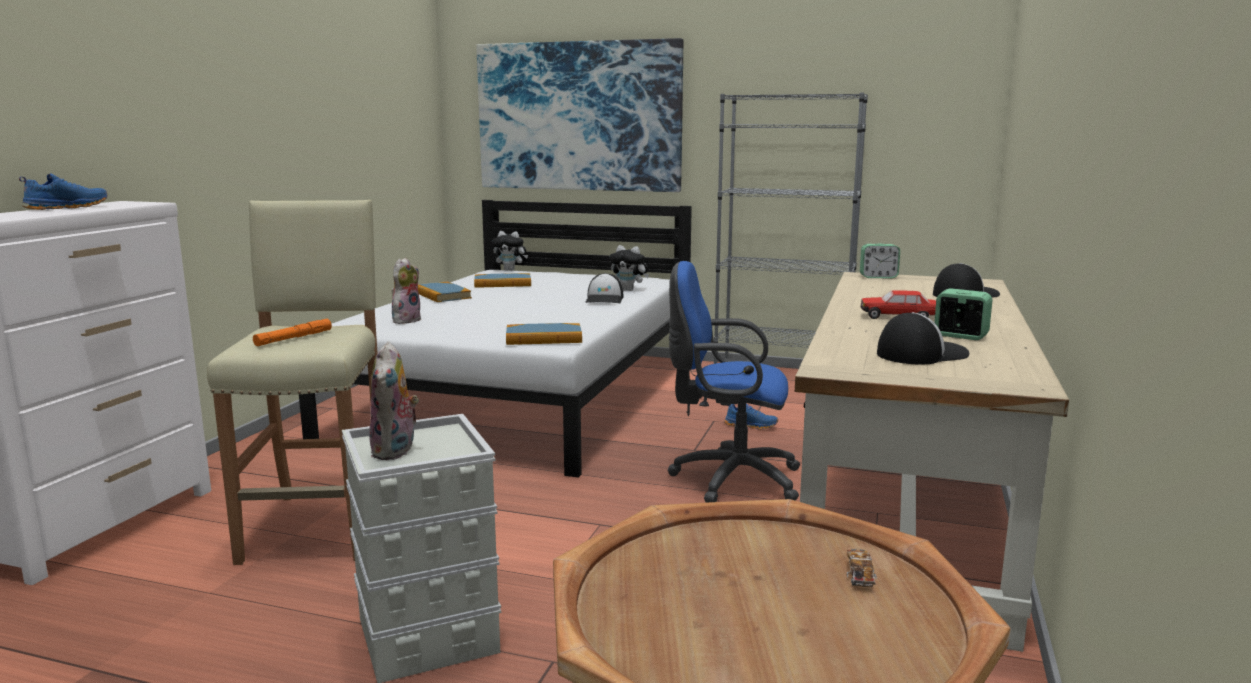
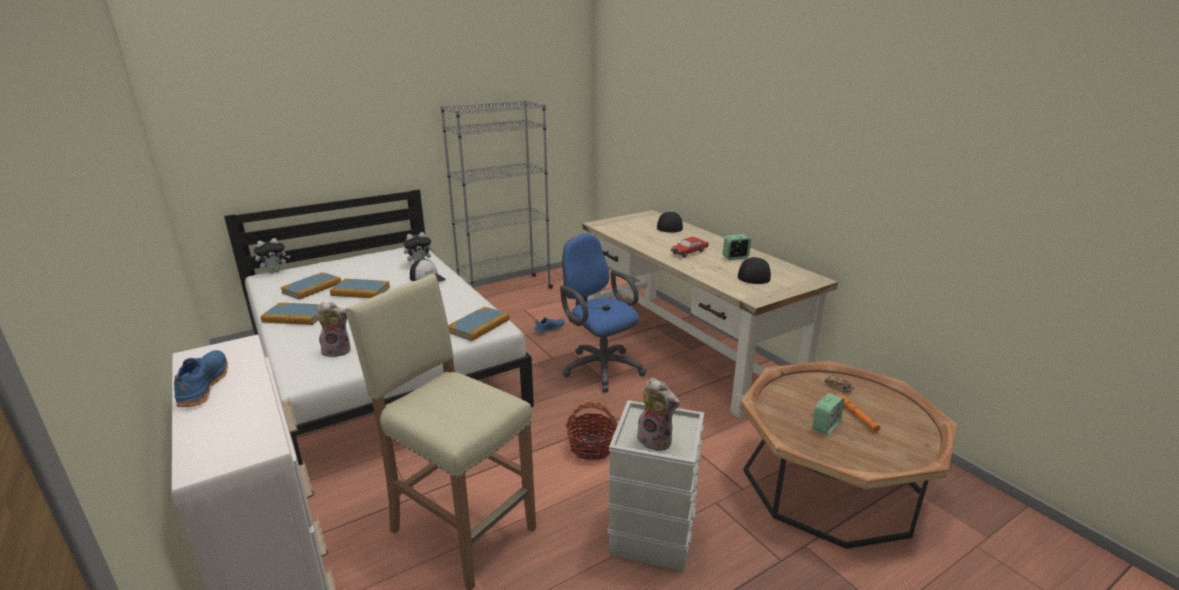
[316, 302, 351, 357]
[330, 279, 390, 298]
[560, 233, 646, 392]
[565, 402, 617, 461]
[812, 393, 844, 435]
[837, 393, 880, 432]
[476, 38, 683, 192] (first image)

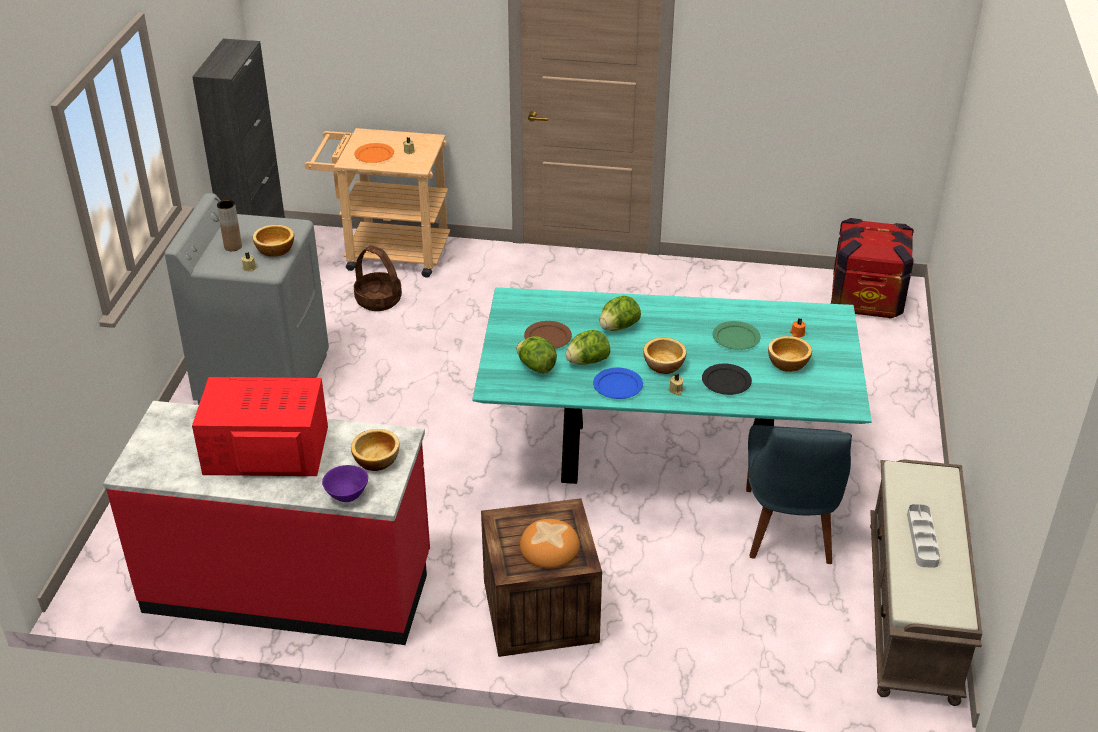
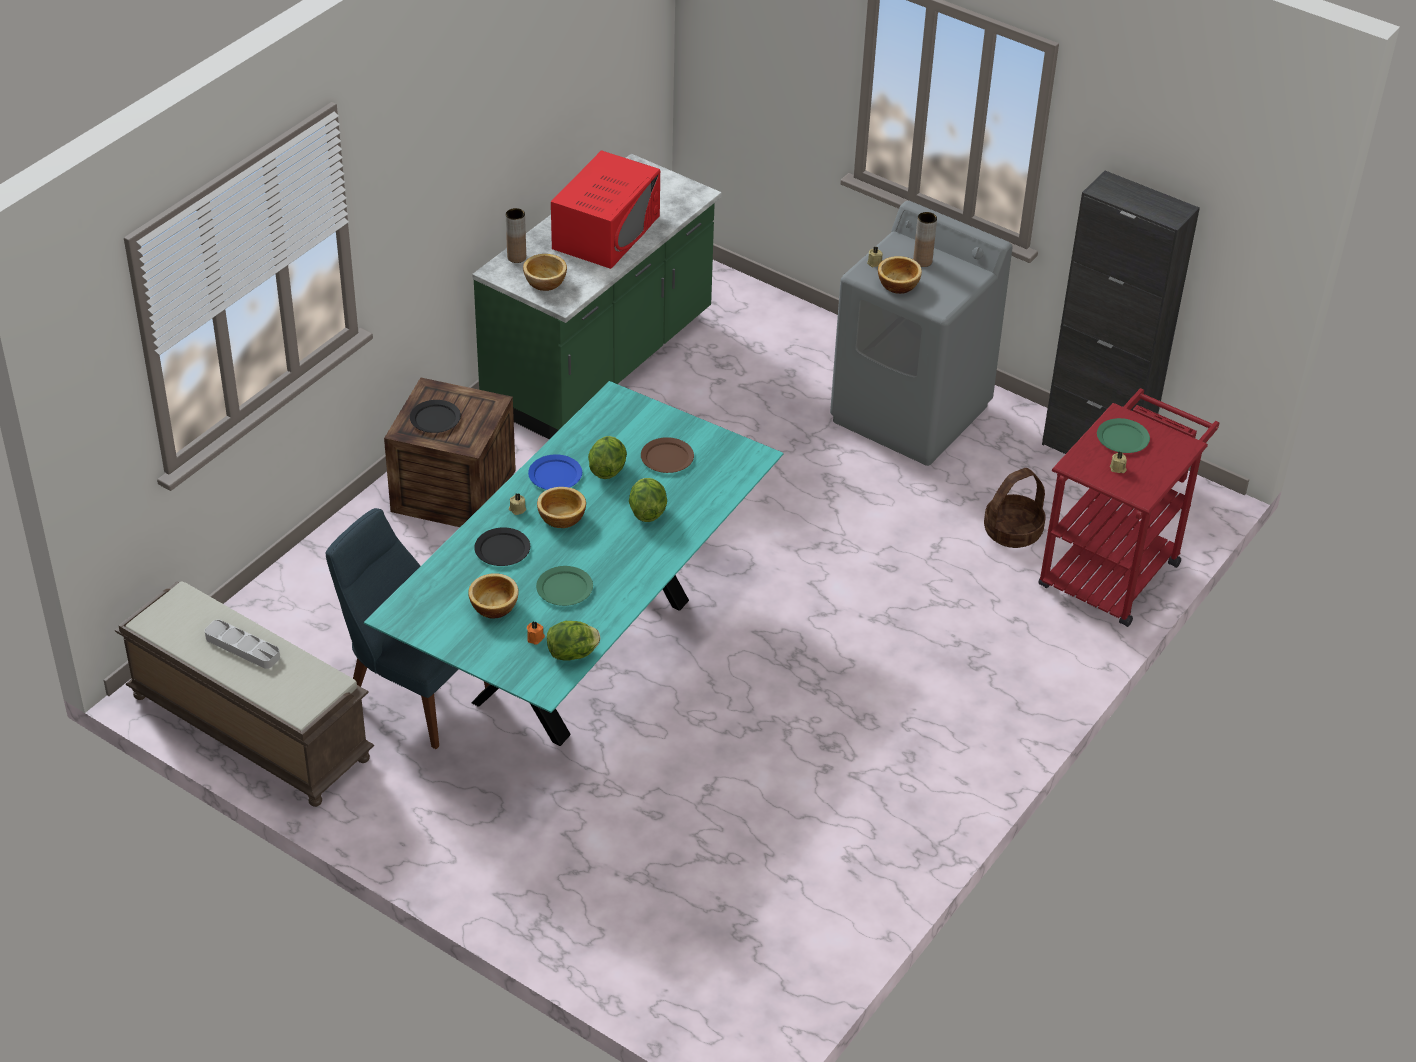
[410, 400, 461, 433]
[472, 154, 722, 439]
[506, 208, 526, 263]
[547, 621, 600, 661]
[1038, 388, 1219, 627]
[1097, 418, 1150, 453]
[831, 218, 914, 318] (first image)

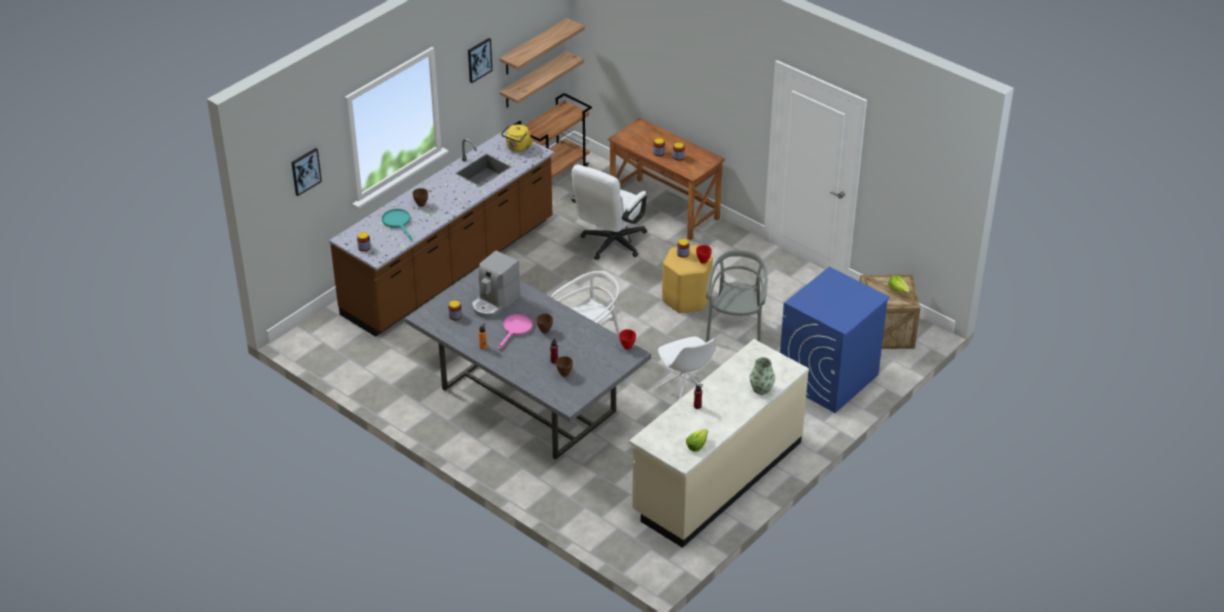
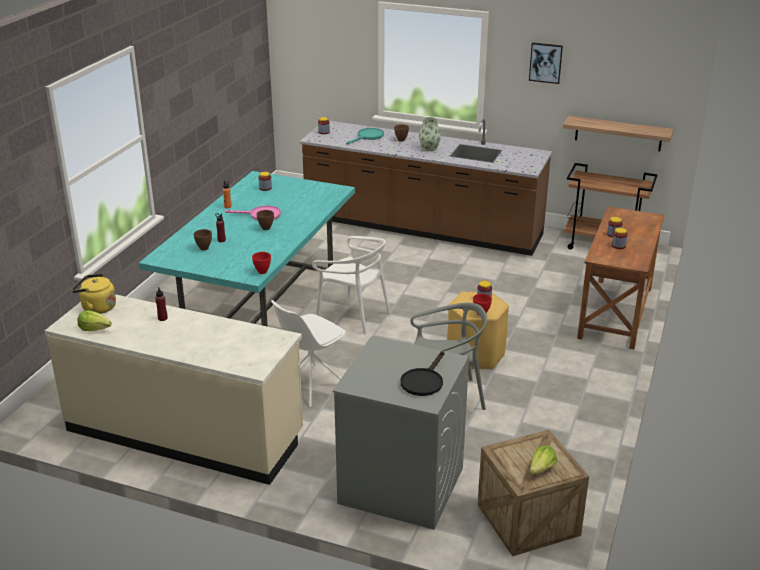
[72, 274, 116, 314]
[139, 171, 355, 327]
[333, 336, 469, 530]
[400, 351, 444, 396]
[419, 117, 441, 151]
[291, 148, 322, 196] (first image)
[472, 251, 520, 318] (first image)
[500, 18, 585, 74] (first image)
[572, 165, 647, 260] (first image)

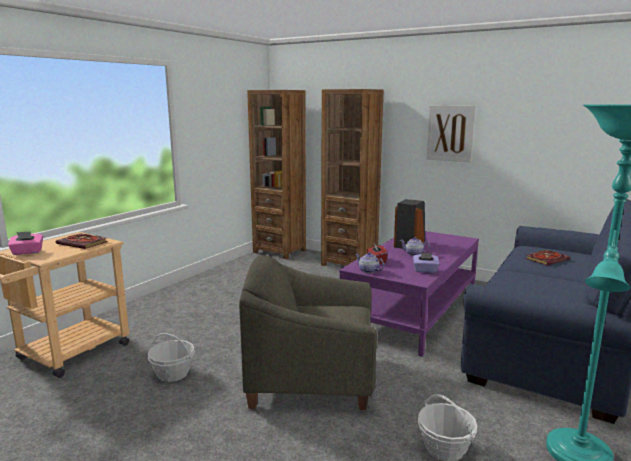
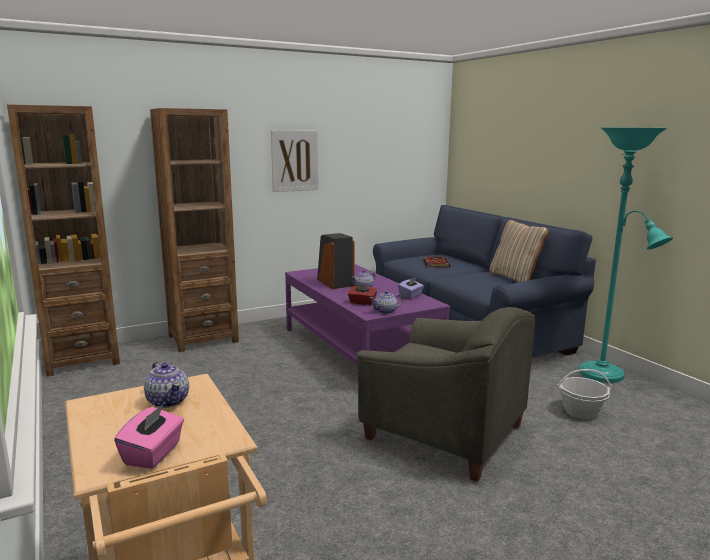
[144, 362, 189, 408]
[357, 307, 535, 482]
[490, 220, 549, 282]
[148, 333, 195, 382] (first image)

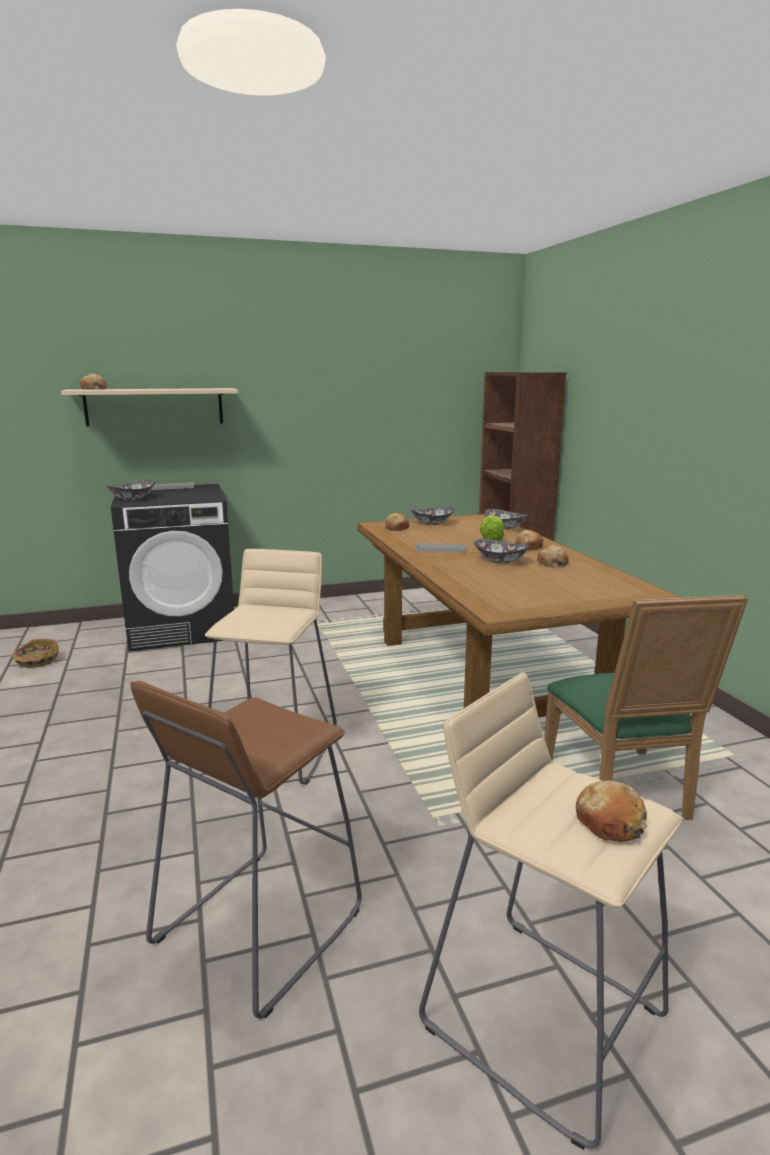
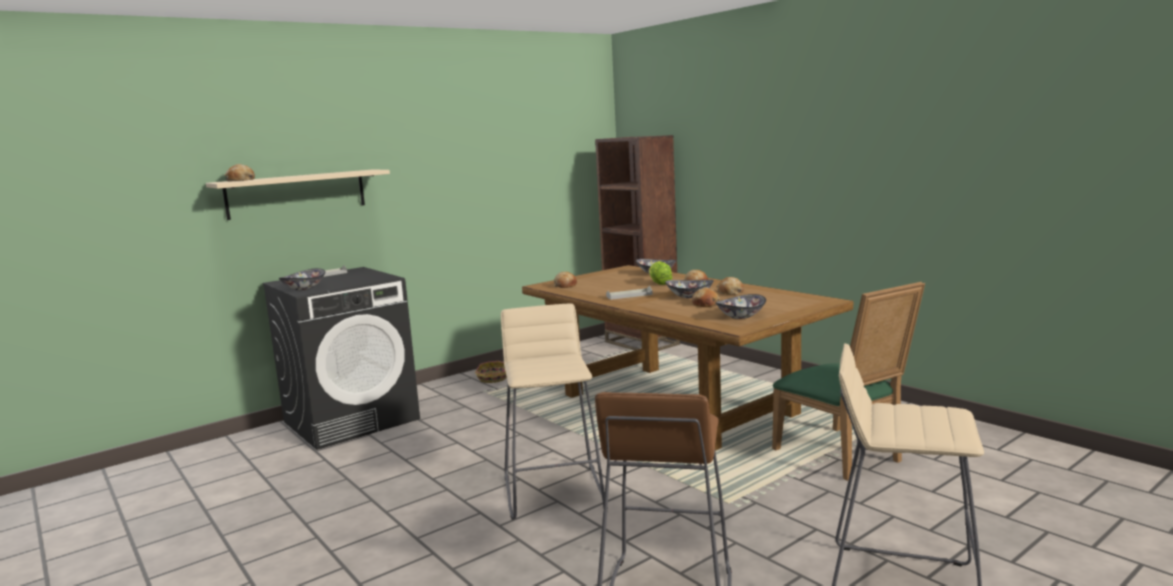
[475, 361, 507, 383]
[692, 288, 720, 307]
[715, 294, 766, 319]

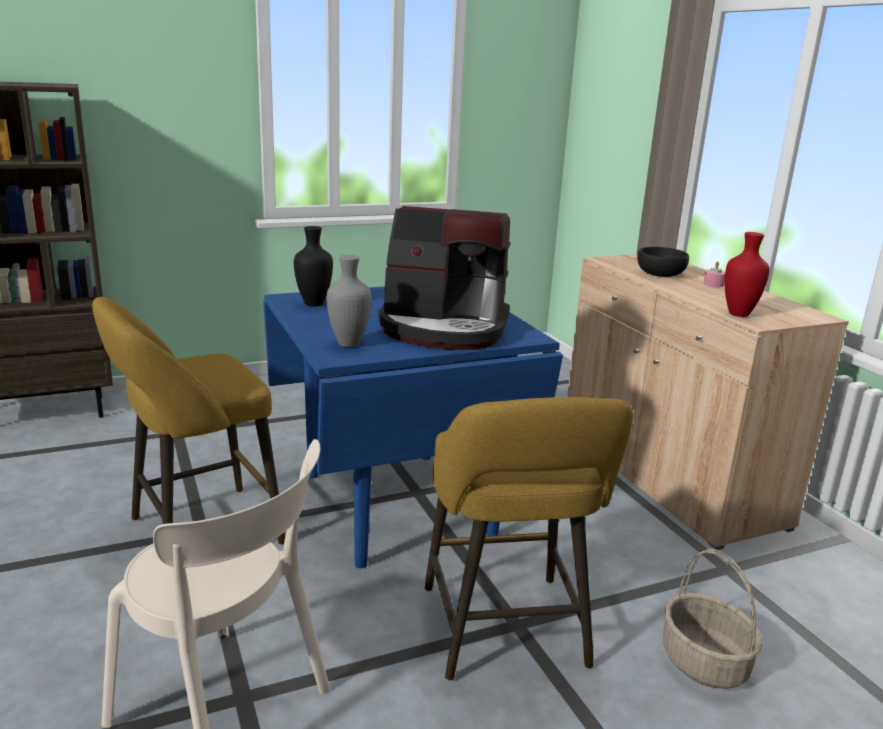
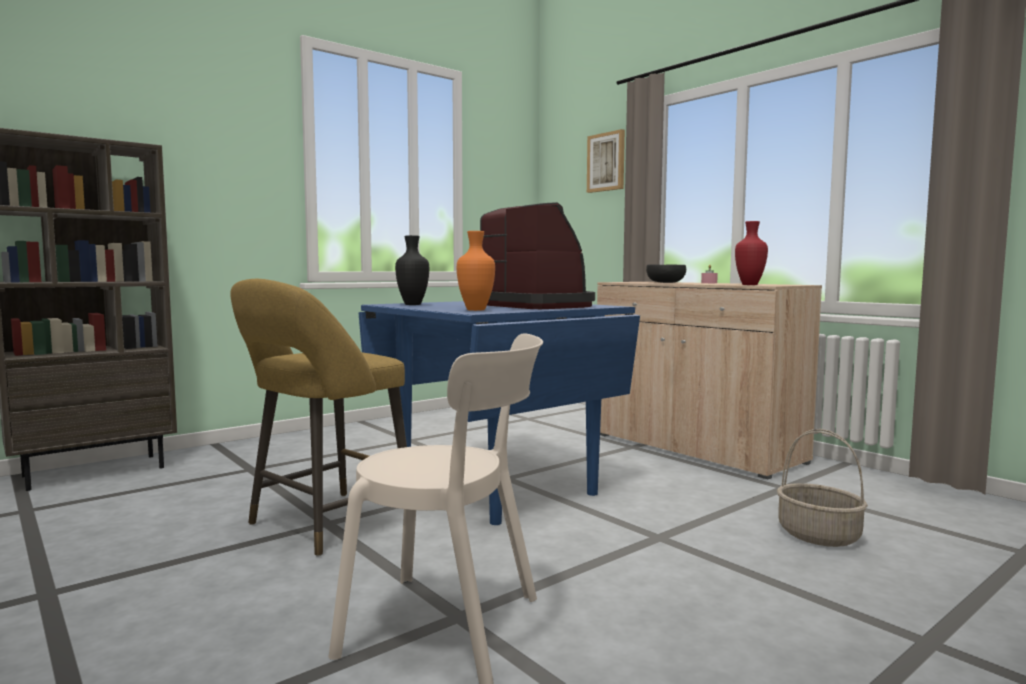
[457, 231, 495, 311]
[480, 202, 595, 309]
[587, 129, 625, 193]
[425, 397, 633, 681] (first image)

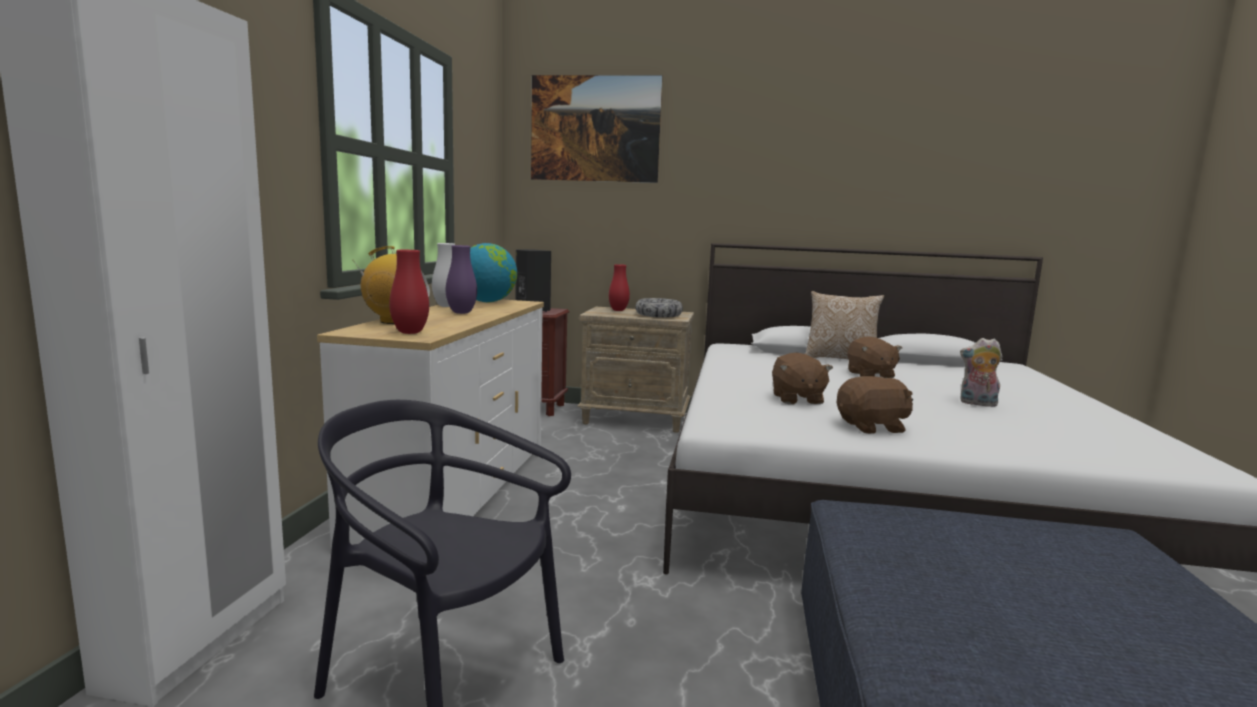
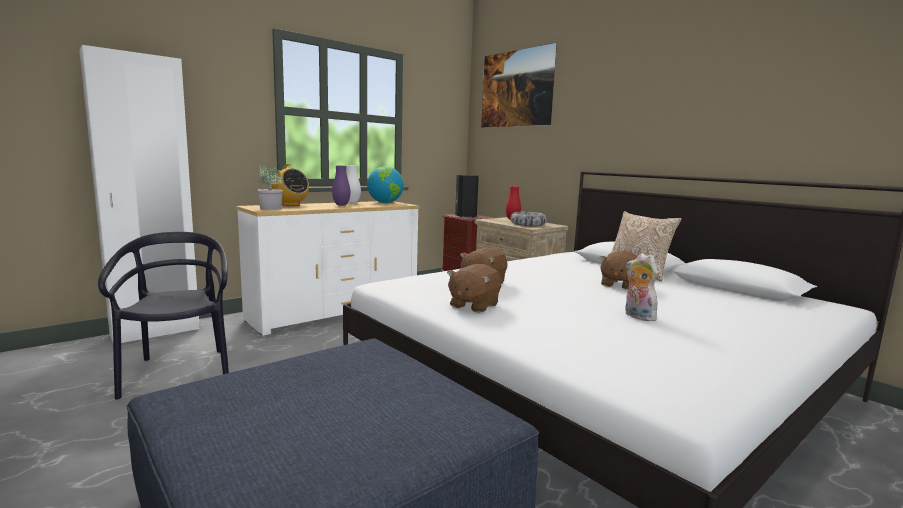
[257, 165, 283, 210]
[447, 264, 501, 313]

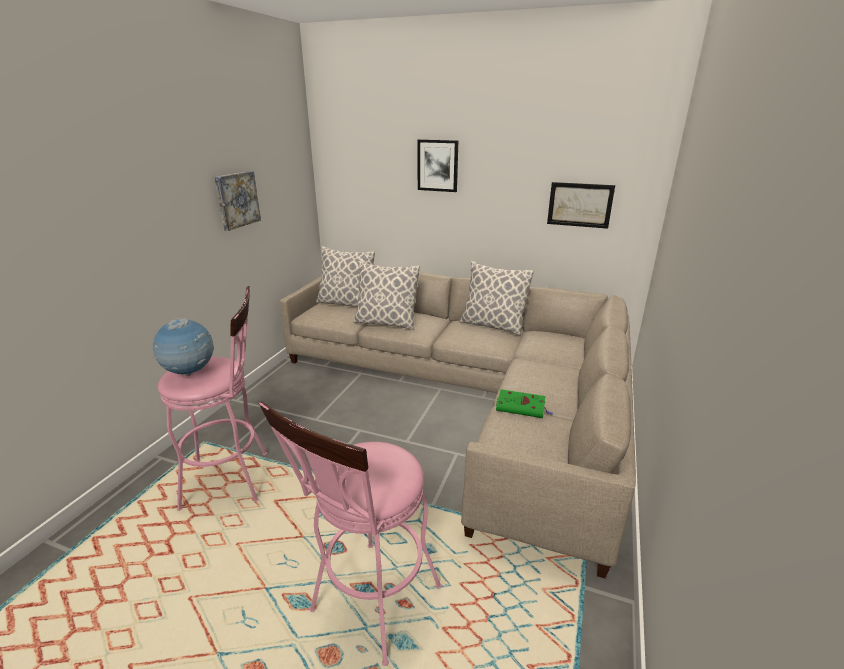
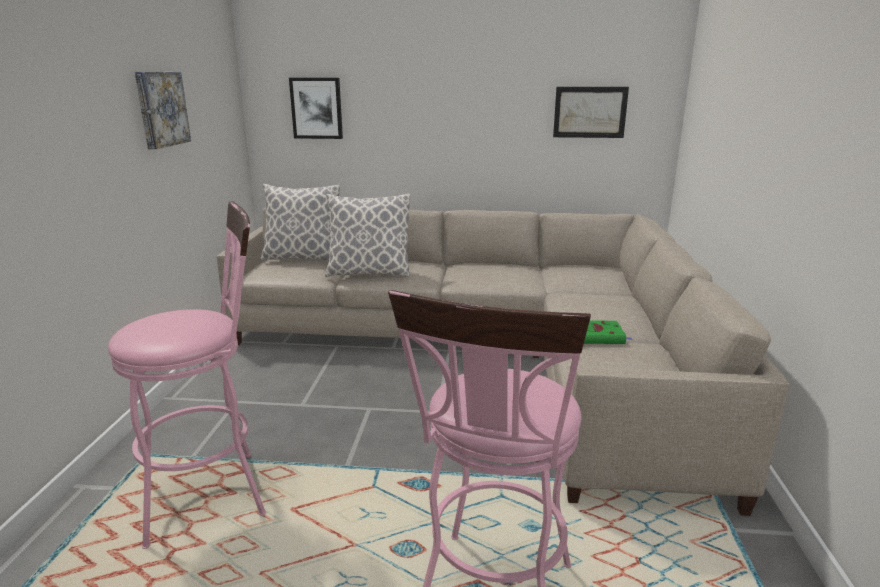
[289, 78, 343, 139]
[152, 318, 214, 376] (first image)
[460, 261, 534, 335] (first image)

